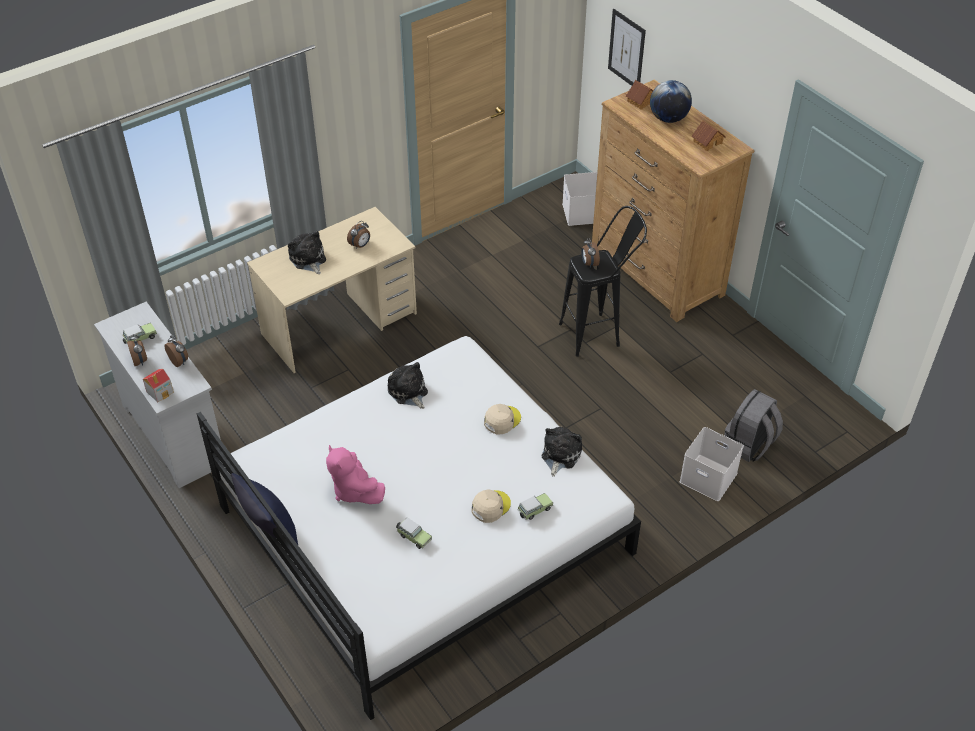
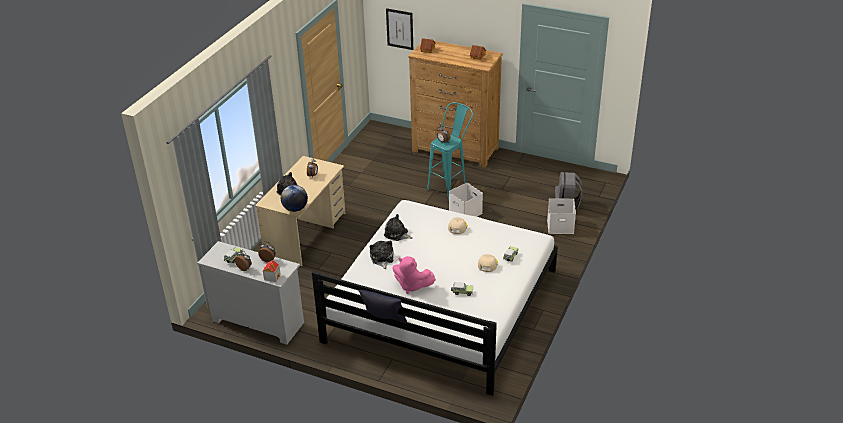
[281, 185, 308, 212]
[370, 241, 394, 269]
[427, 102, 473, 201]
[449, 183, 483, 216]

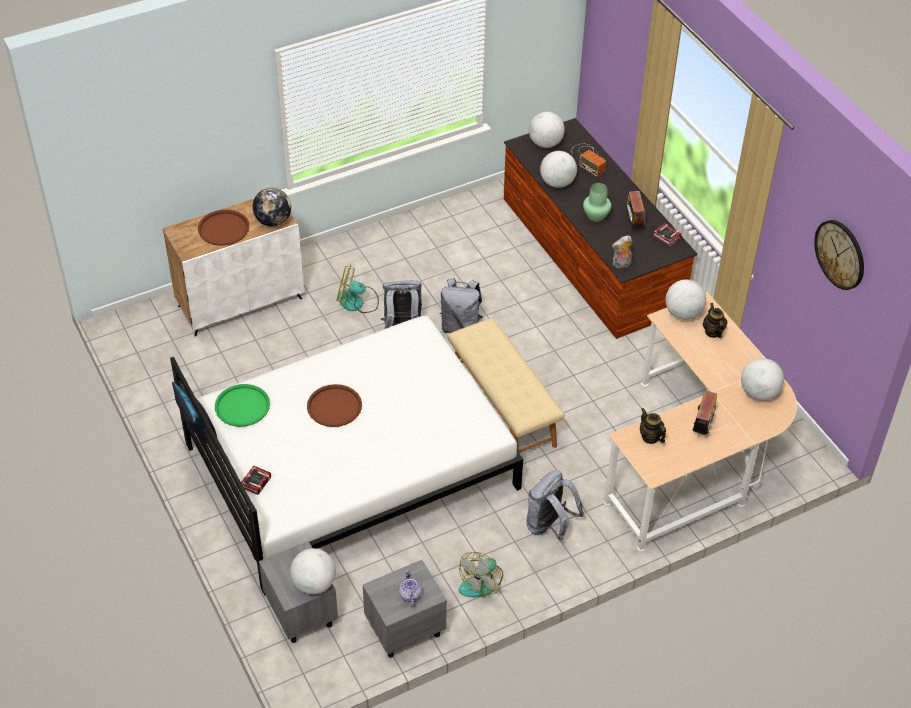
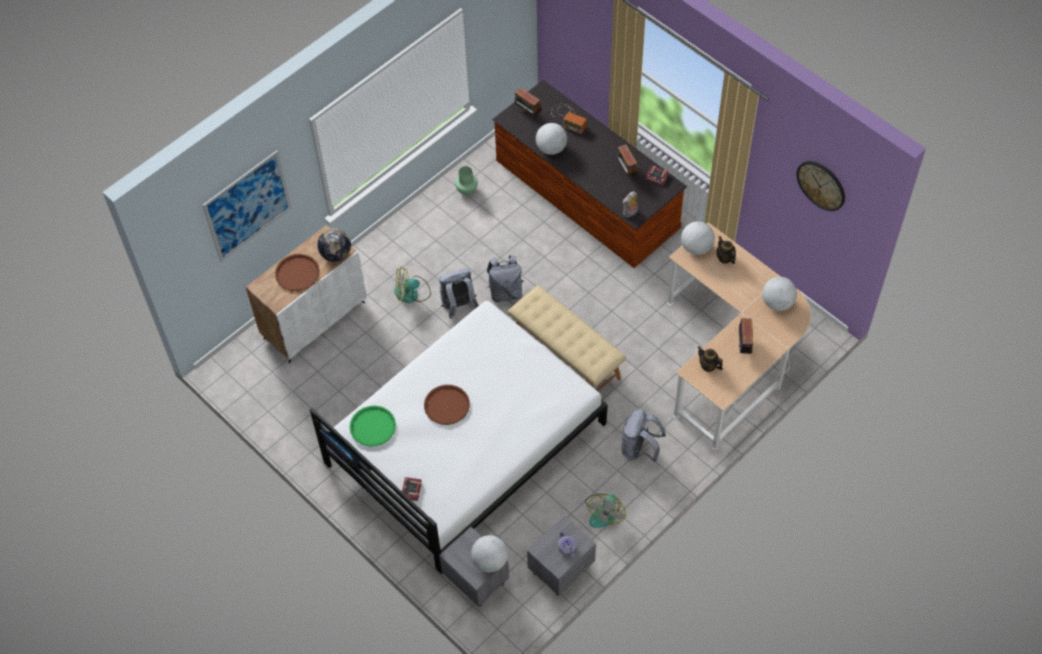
[203, 150, 292, 261]
[455, 166, 478, 195]
[515, 87, 542, 117]

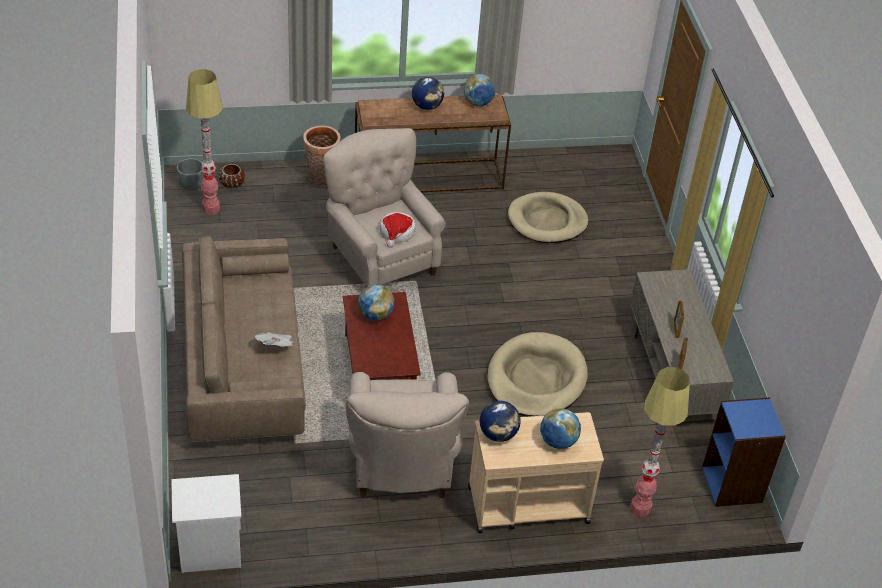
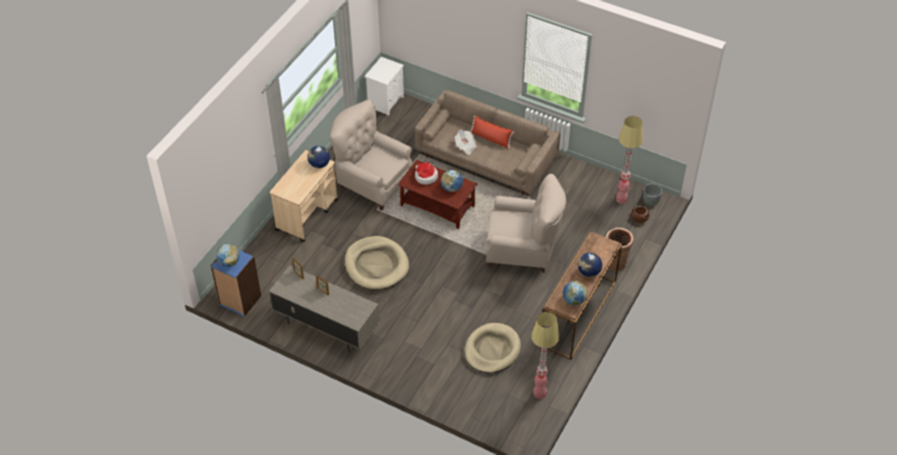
[215, 243, 240, 267]
[415, 162, 438, 185]
[470, 115, 514, 148]
[532, 312, 559, 399]

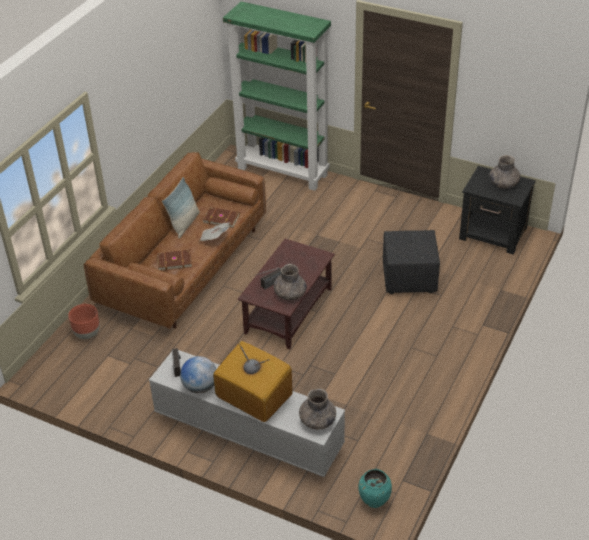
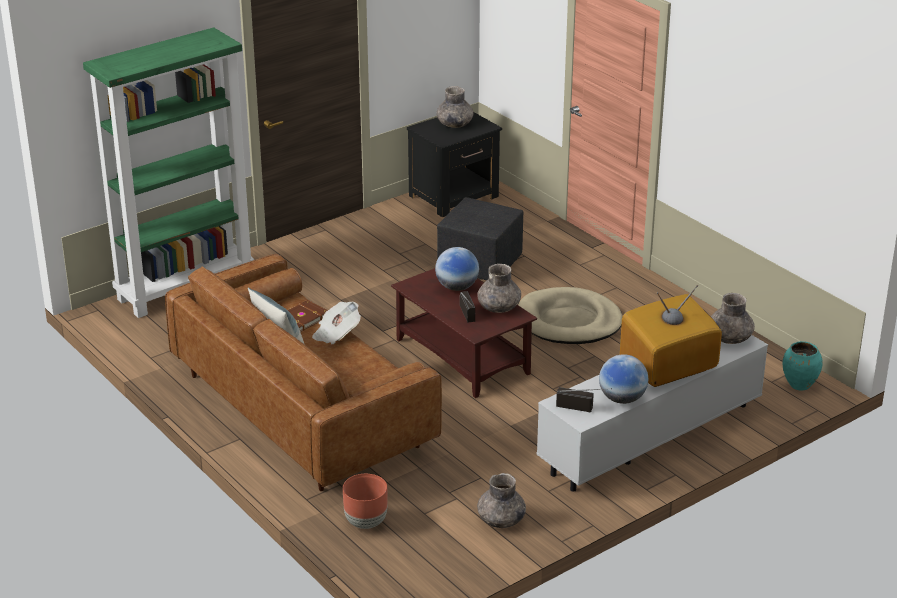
[435, 247, 479, 291]
[477, 473, 526, 528]
[518, 287, 623, 344]
[157, 250, 192, 271] (first image)

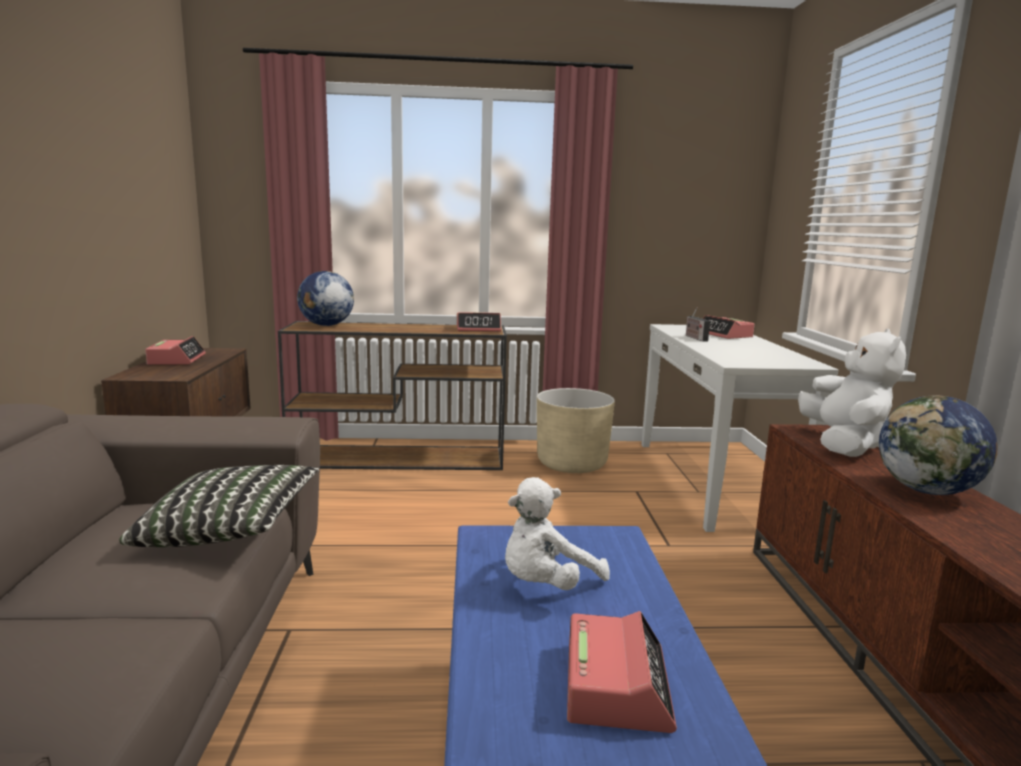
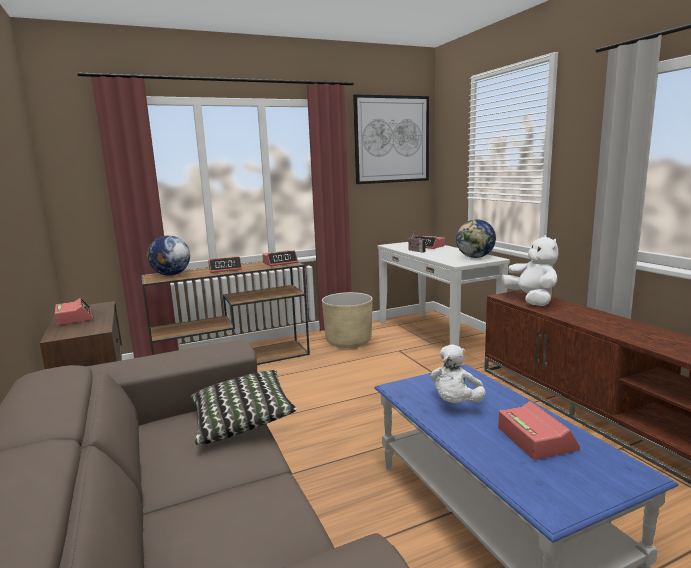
[208, 256, 242, 273]
[353, 94, 429, 184]
[456, 219, 496, 258]

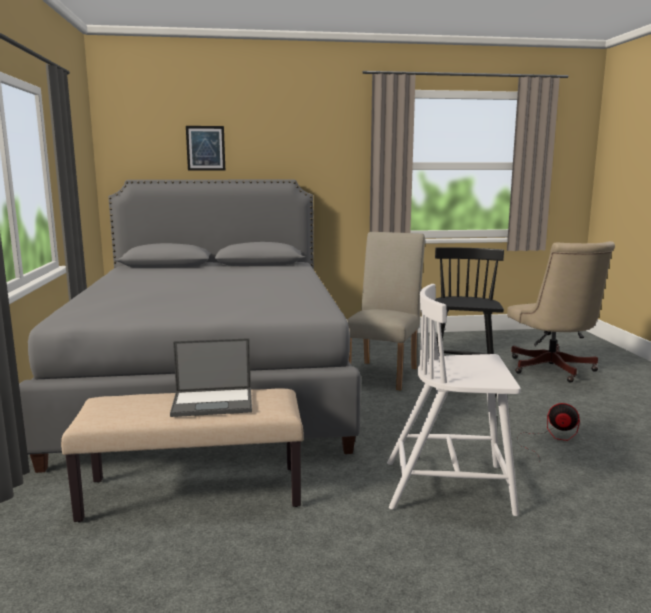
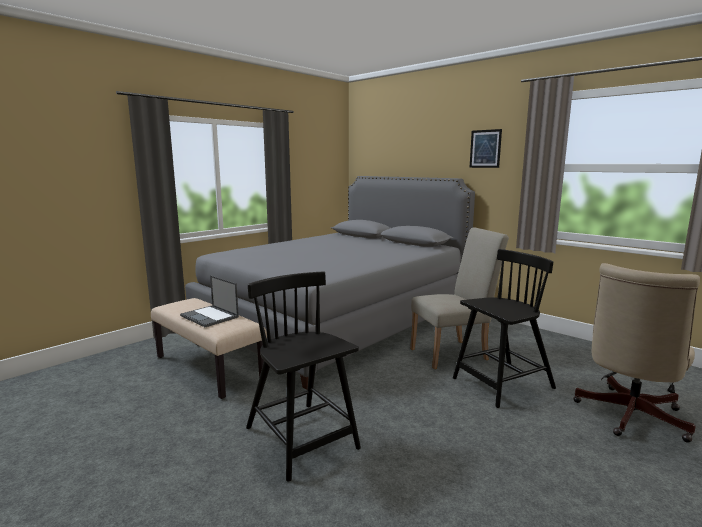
[246, 272, 361, 482]
[470, 129, 502, 168]
[517, 403, 580, 458] (first image)

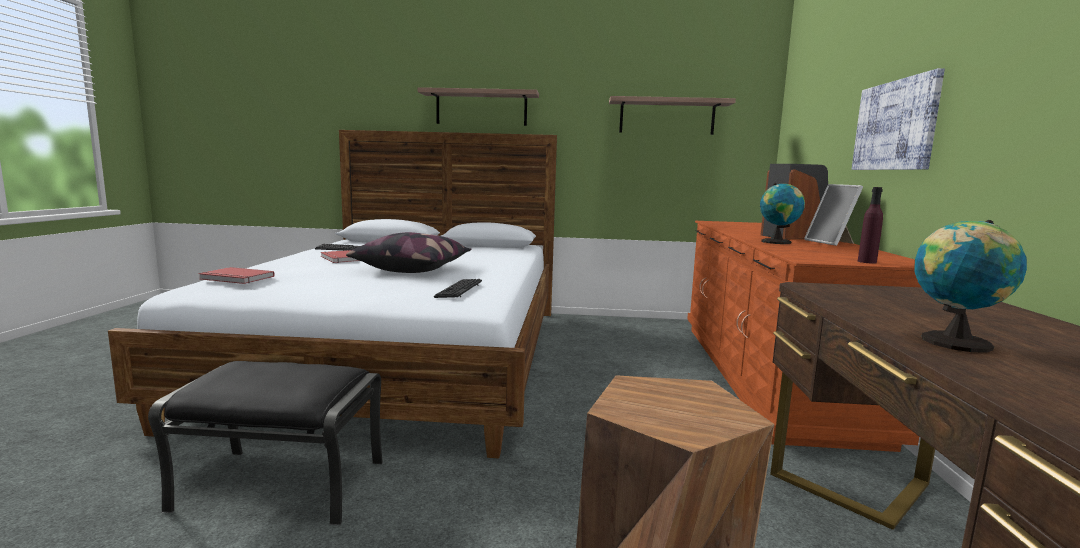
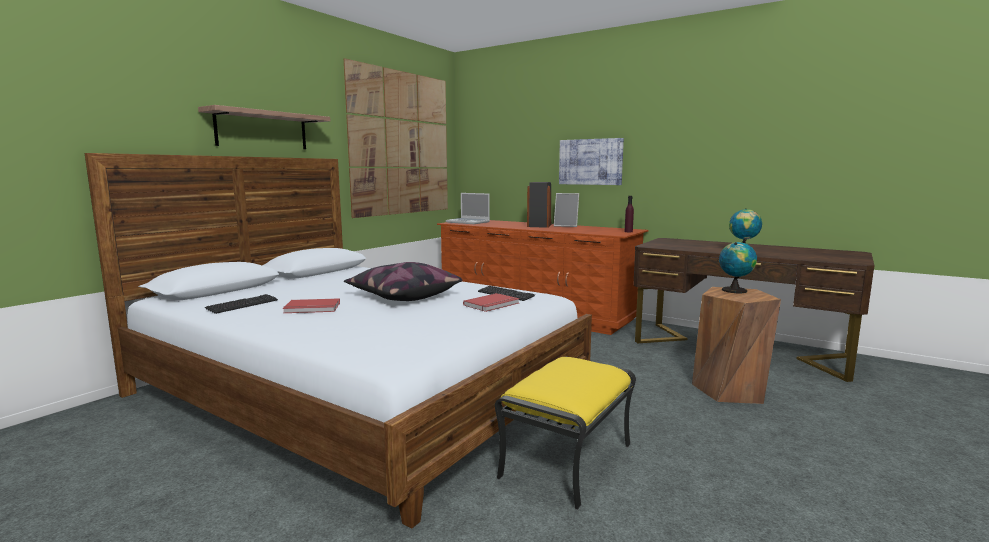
[344, 58, 448, 218]
[446, 193, 490, 224]
[463, 293, 520, 312]
[495, 357, 636, 510]
[719, 242, 757, 293]

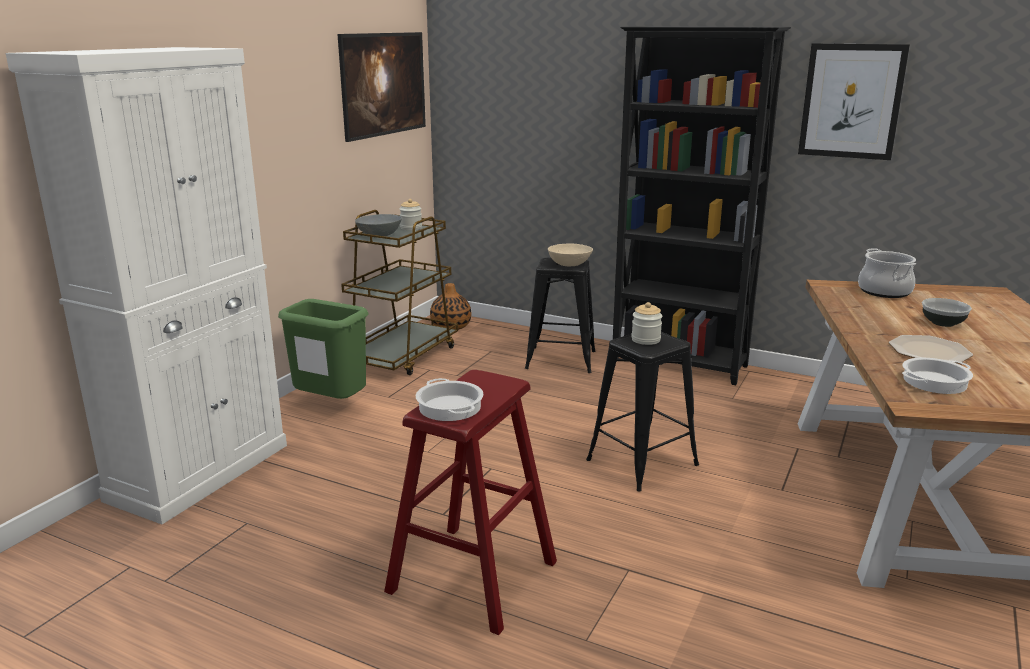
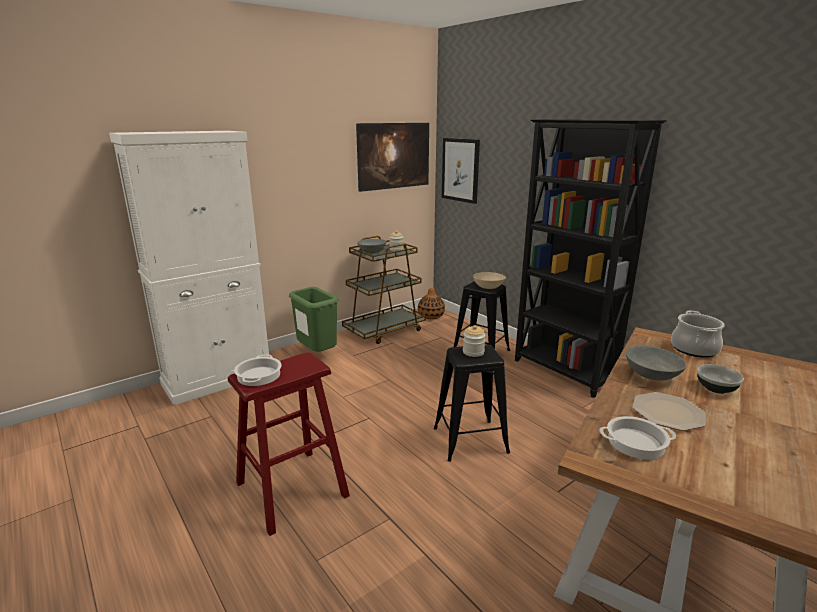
[442, 138, 480, 204]
[626, 346, 686, 380]

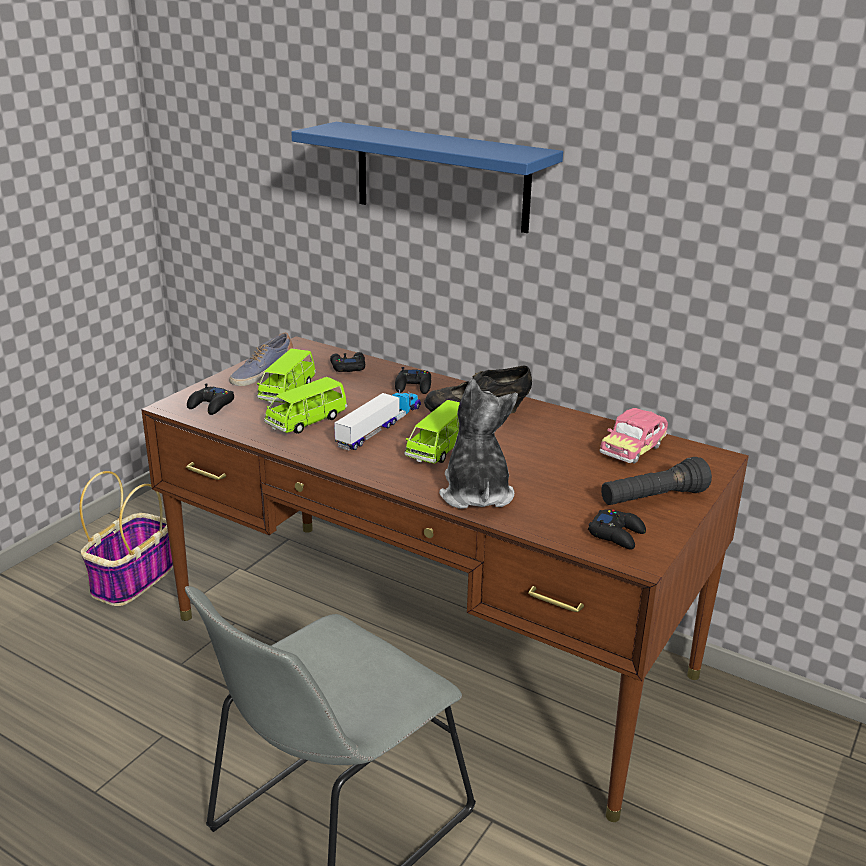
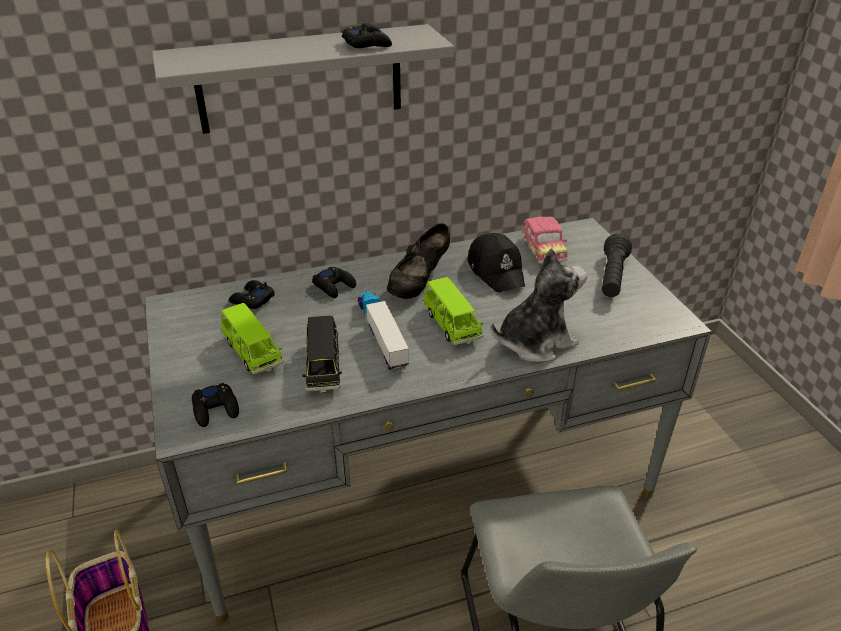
[145, 218, 712, 623]
[152, 24, 454, 134]
[302, 316, 342, 393]
[342, 23, 392, 48]
[467, 233, 525, 292]
[491, 248, 587, 362]
[229, 333, 294, 386] (first image)

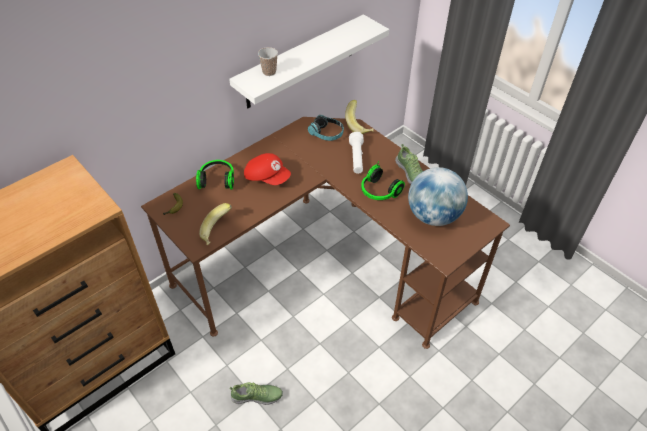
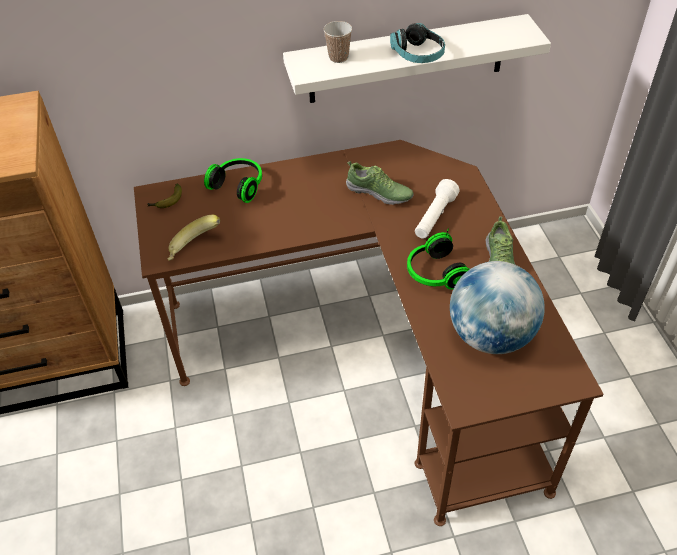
[346, 161, 414, 205]
[390, 23, 445, 63]
[244, 153, 291, 185] (first image)
[345, 100, 374, 134] (first image)

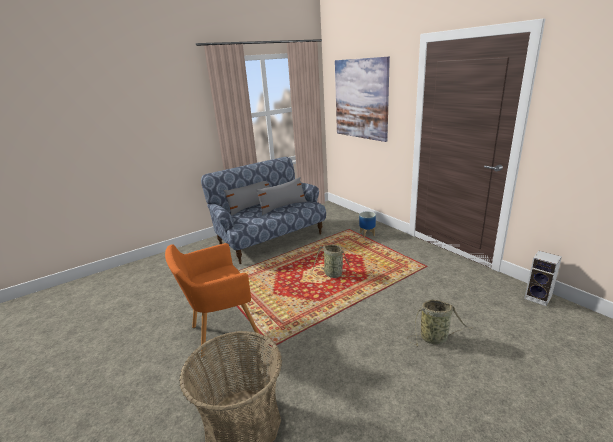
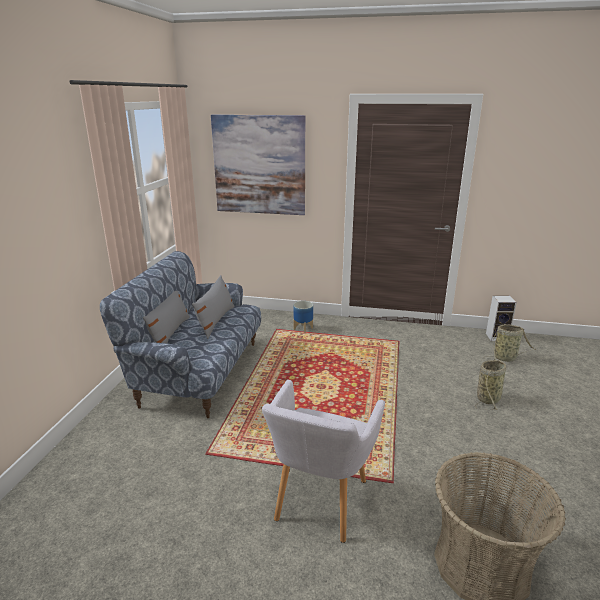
[262, 380, 385, 543]
[483, 324, 537, 362]

